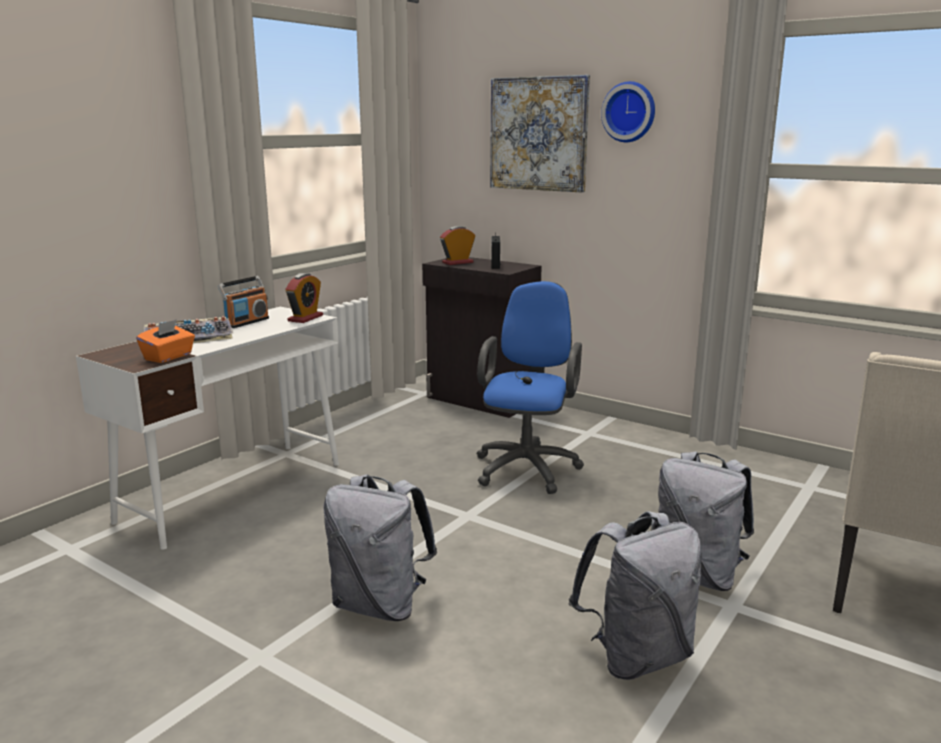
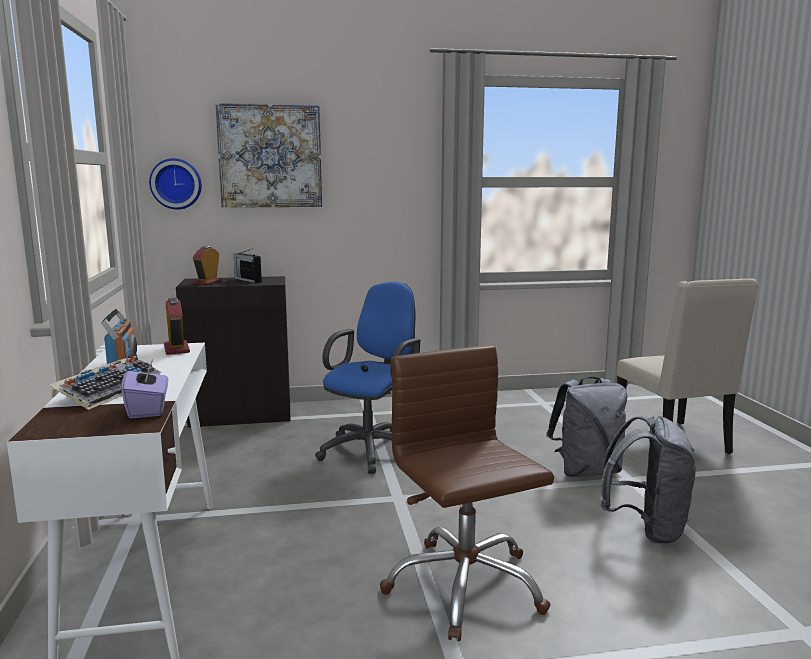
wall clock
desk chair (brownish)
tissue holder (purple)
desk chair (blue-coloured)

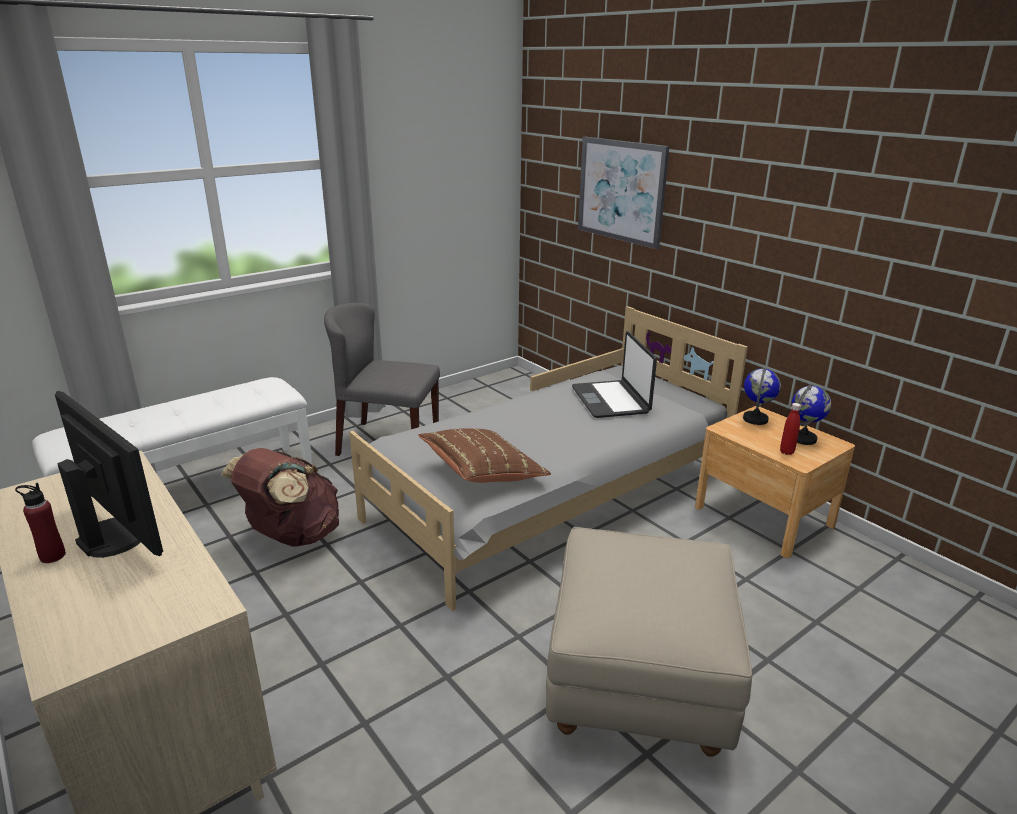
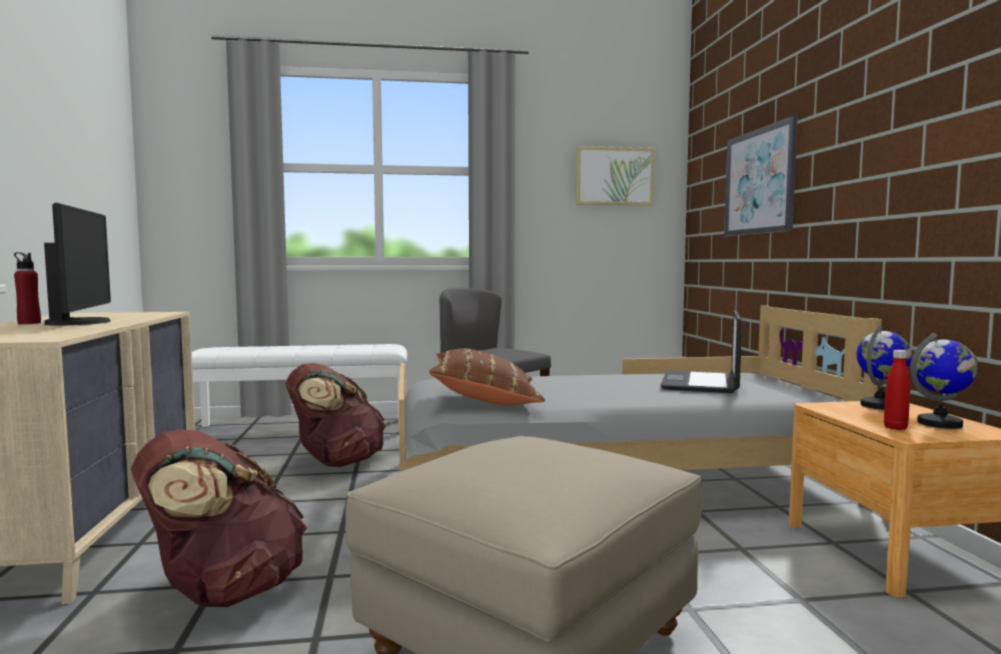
backpack (brownish) (1st from left)
wall art (1st from left)

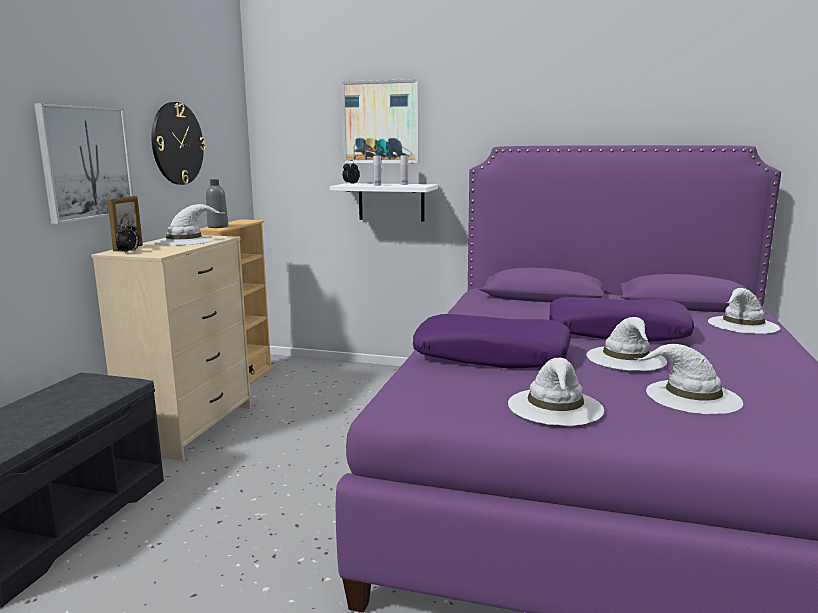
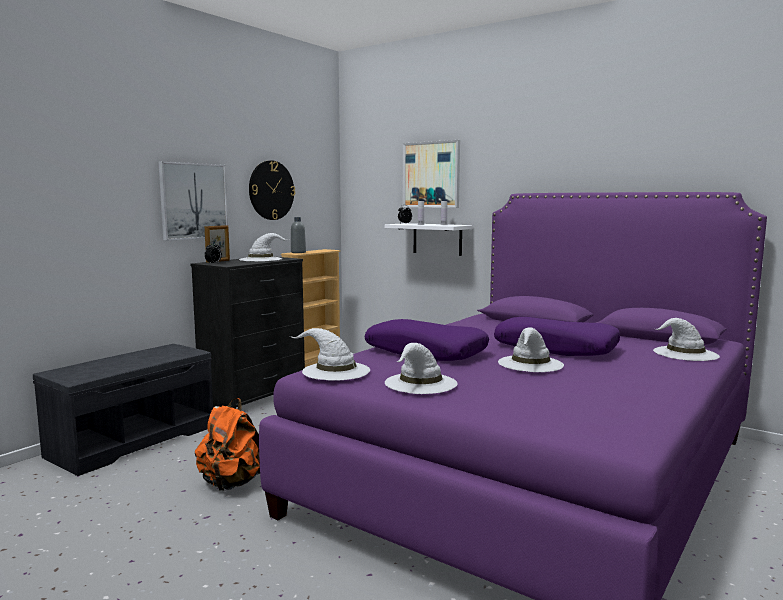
backpack (orangey)
clothing hat (white) (2nd from left)
drawer chest (blackish)

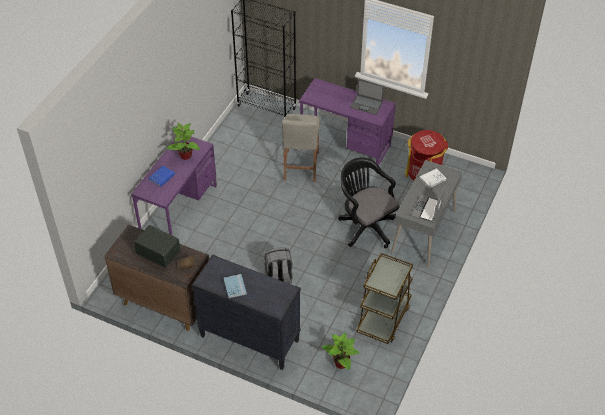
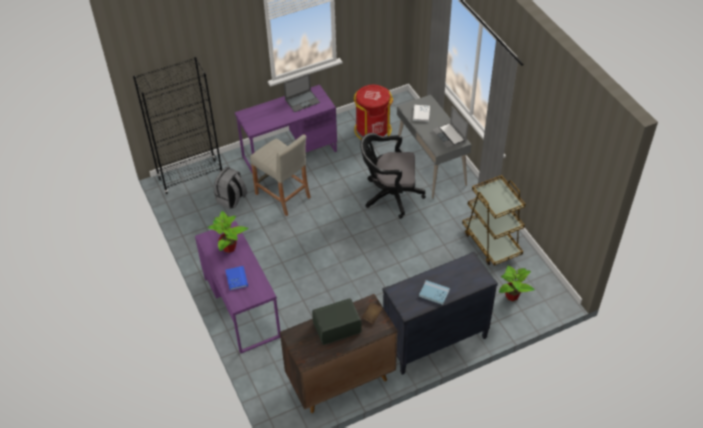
backpack (greyish)

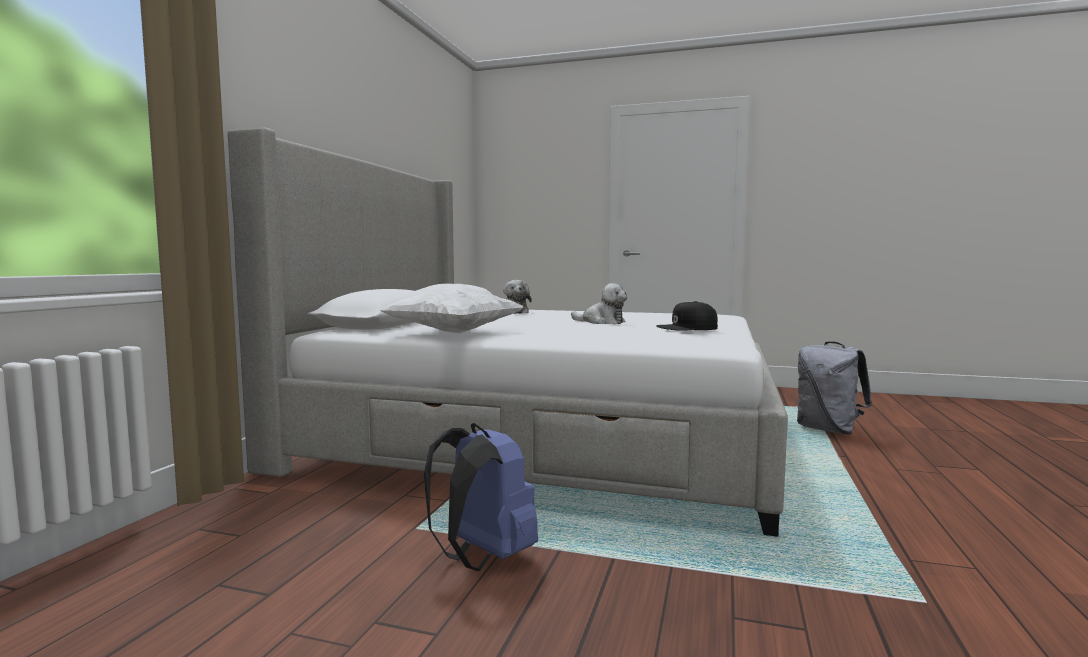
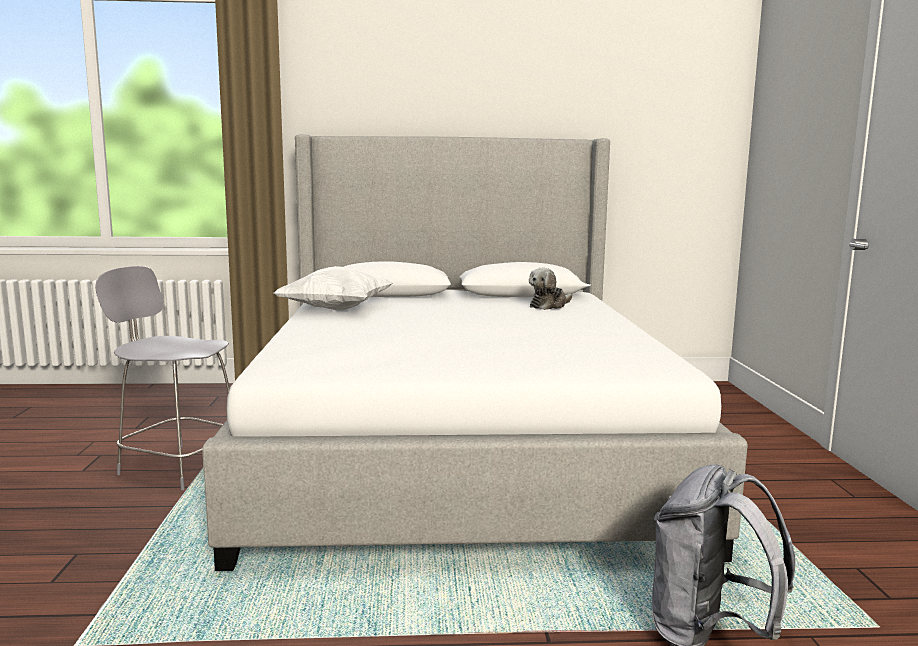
plush toy (2nd from left in the first image)
baseball cap (blackish)
plain chair (greyish)

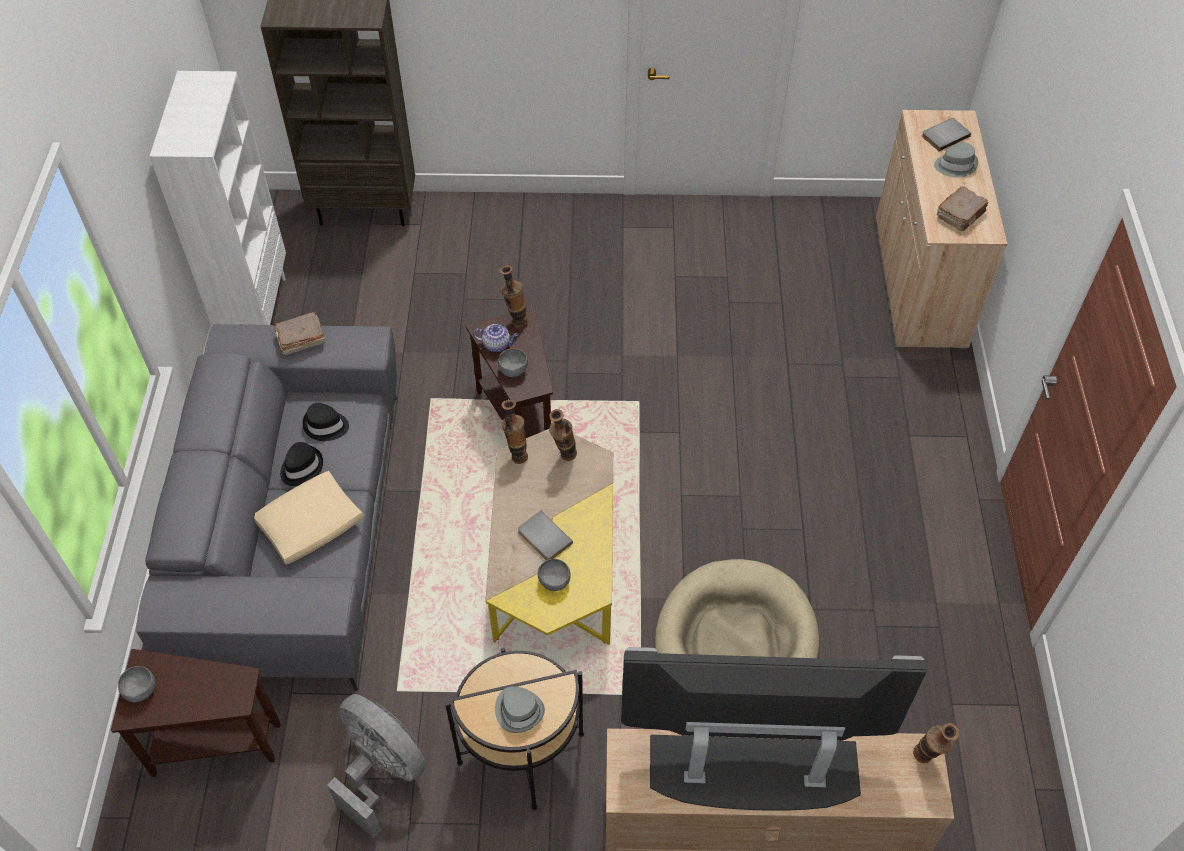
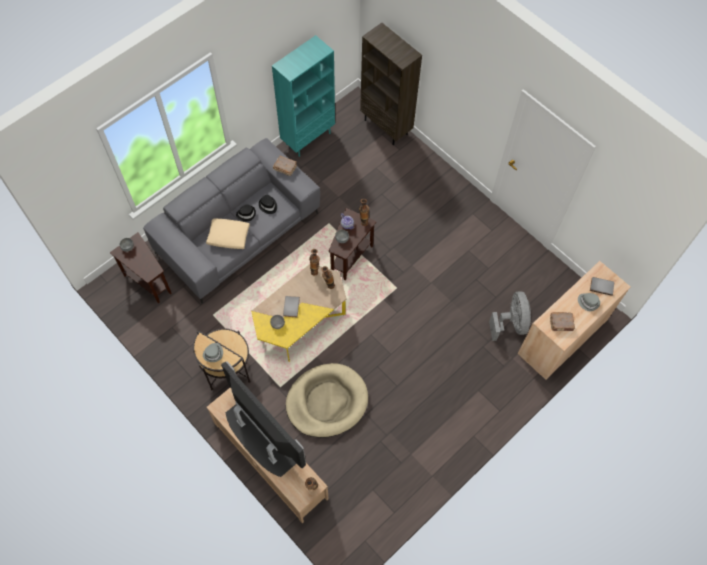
cooling fan (greyish)
bookcase (blue-green)

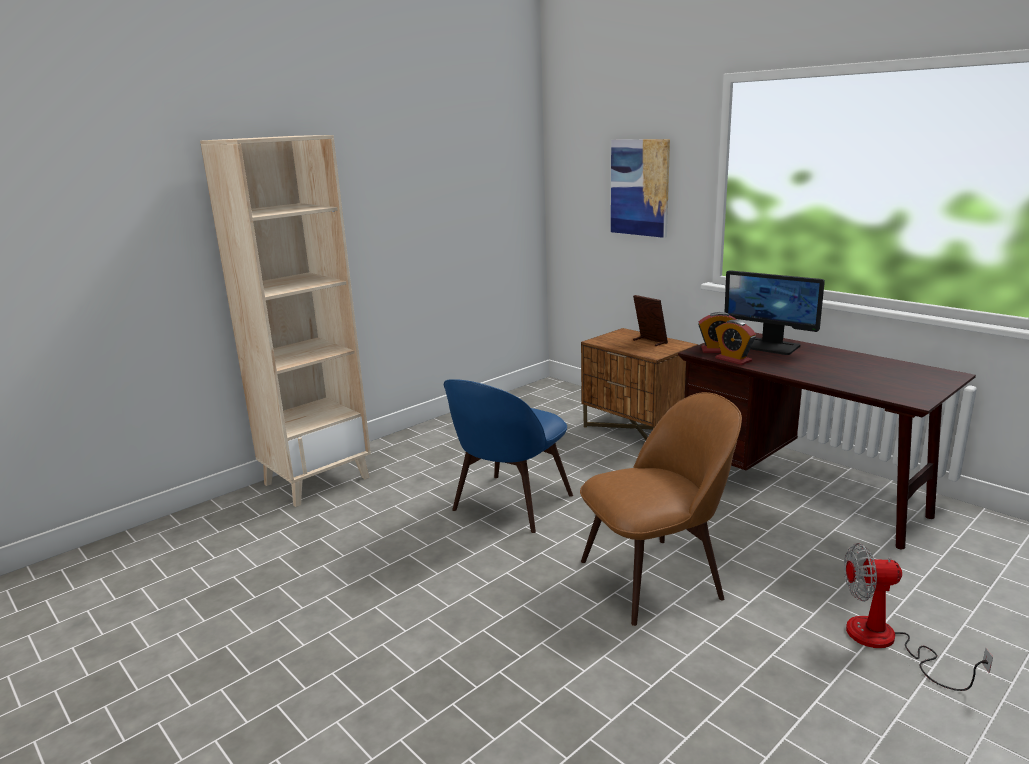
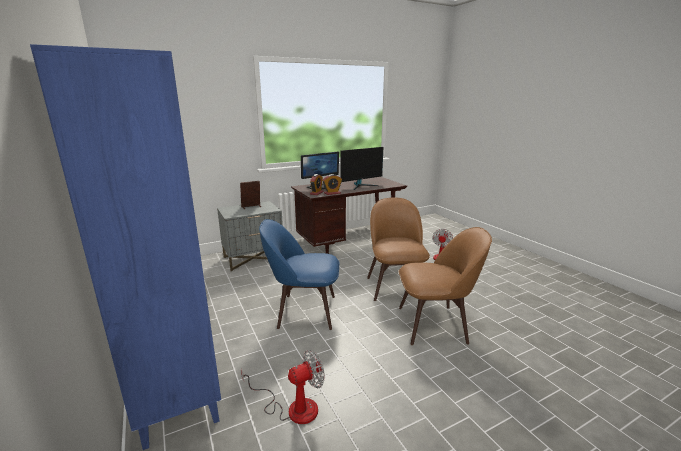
wall art
cooling fan (1st from left)
computer screen (2nd from left)
plain chair (brownish) (2nd from left)
bookcase (blue-coloured)
nightstand (greyish)
plain chair (blue-coloured)

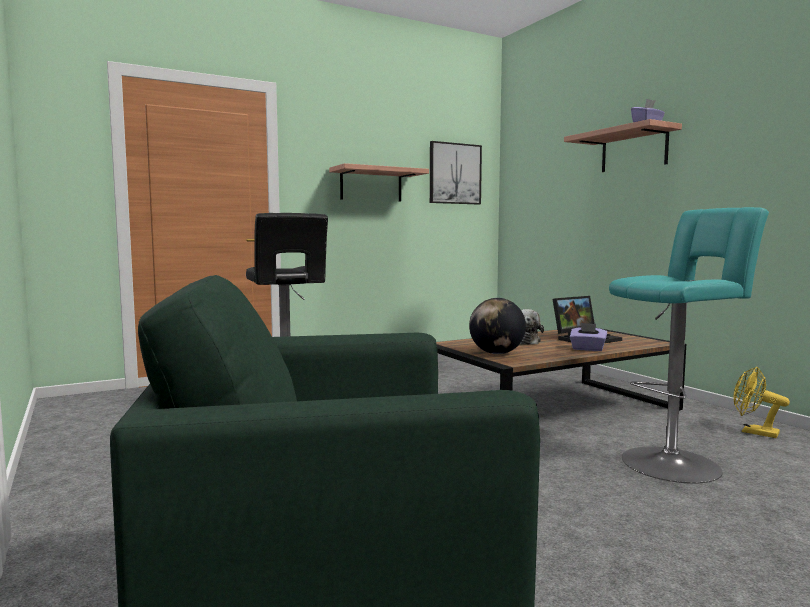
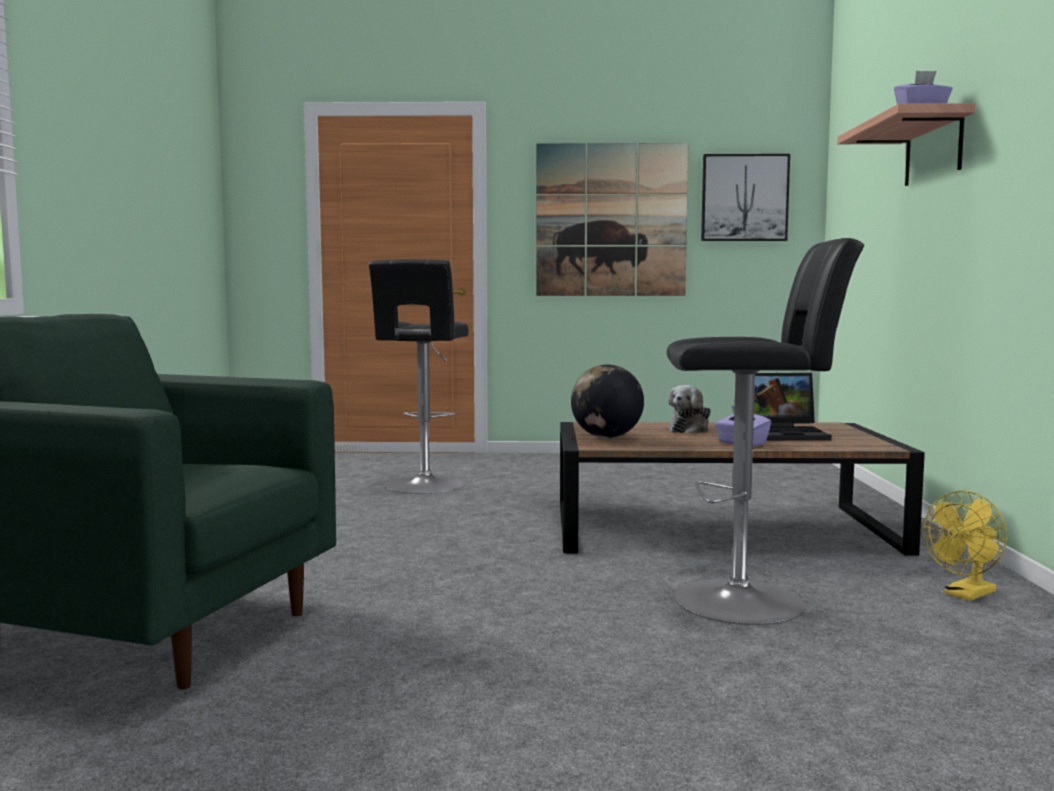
wall art (1st from left)
sitting stool (blackish) (2nd from left)
cooling fan (yellowish)

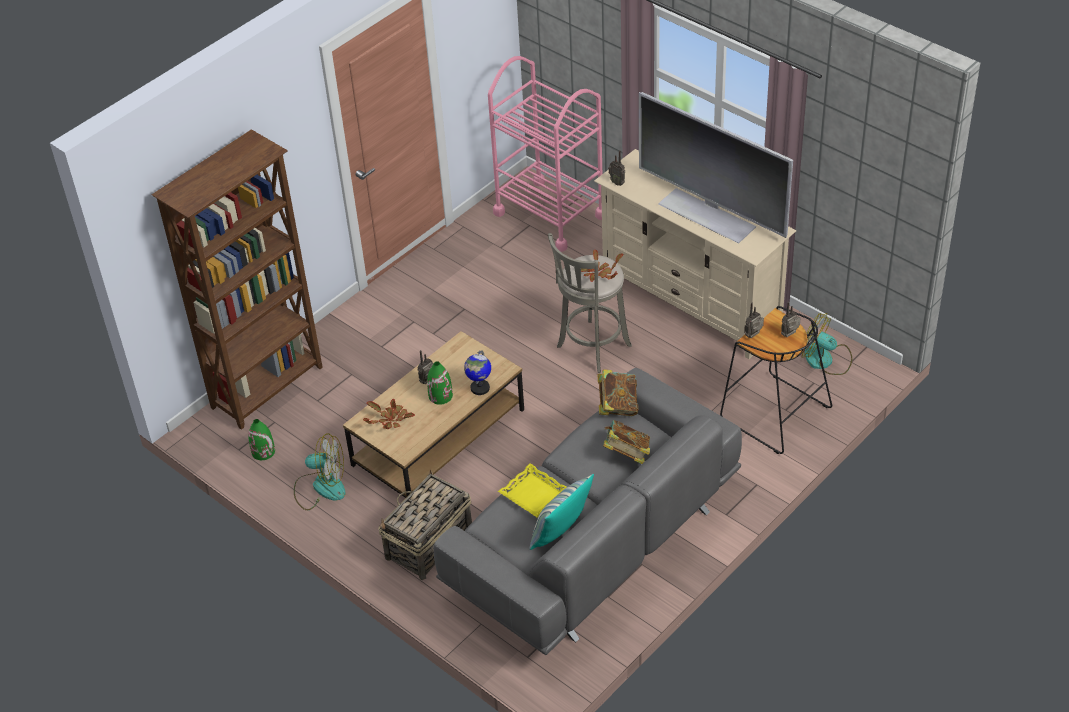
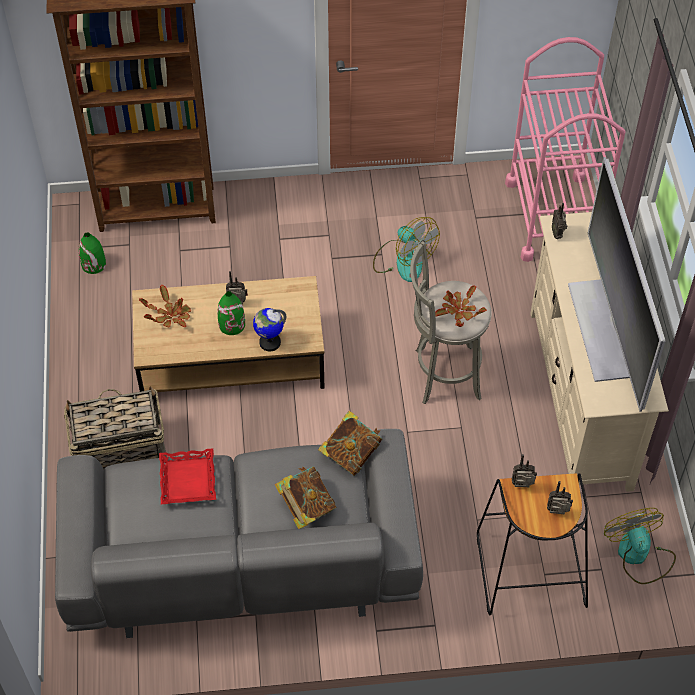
cushion
cooling fan (1st from left)
serving tray (red)

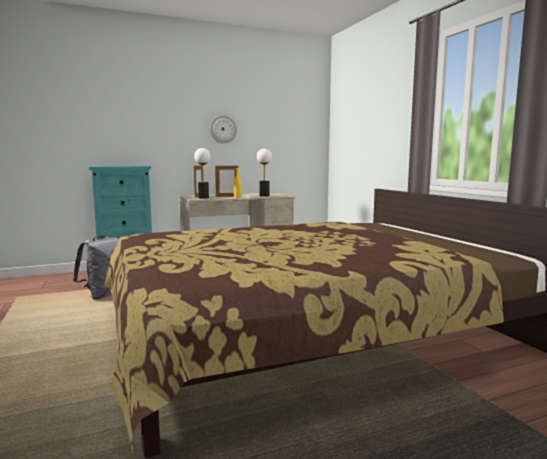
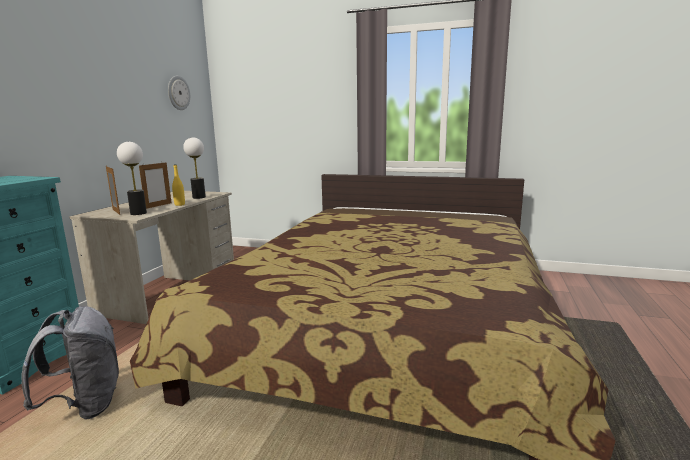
wall clock

